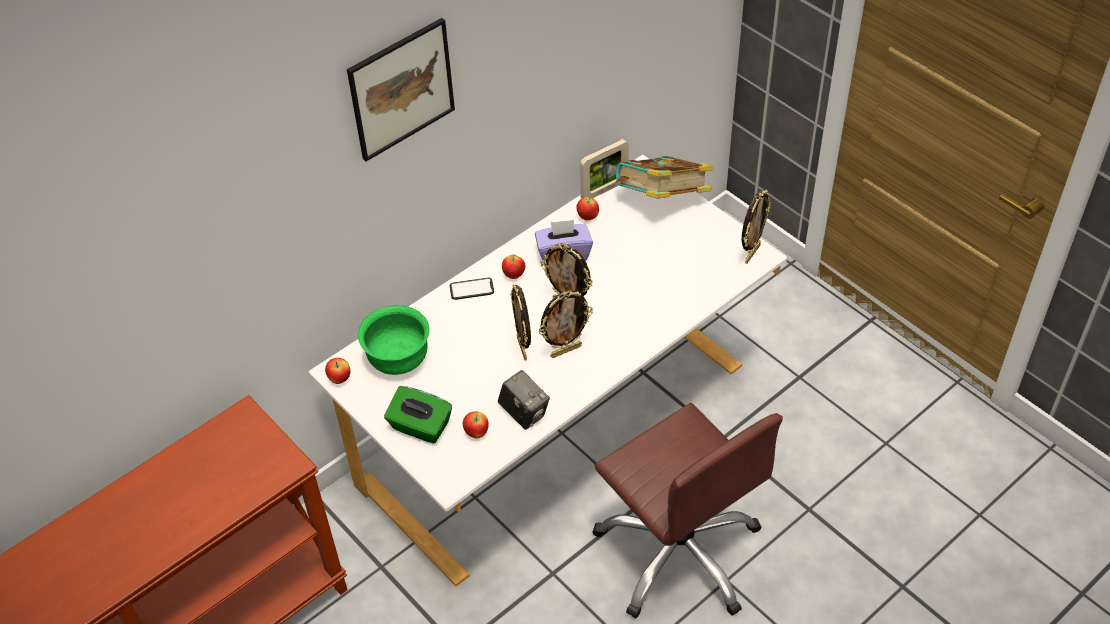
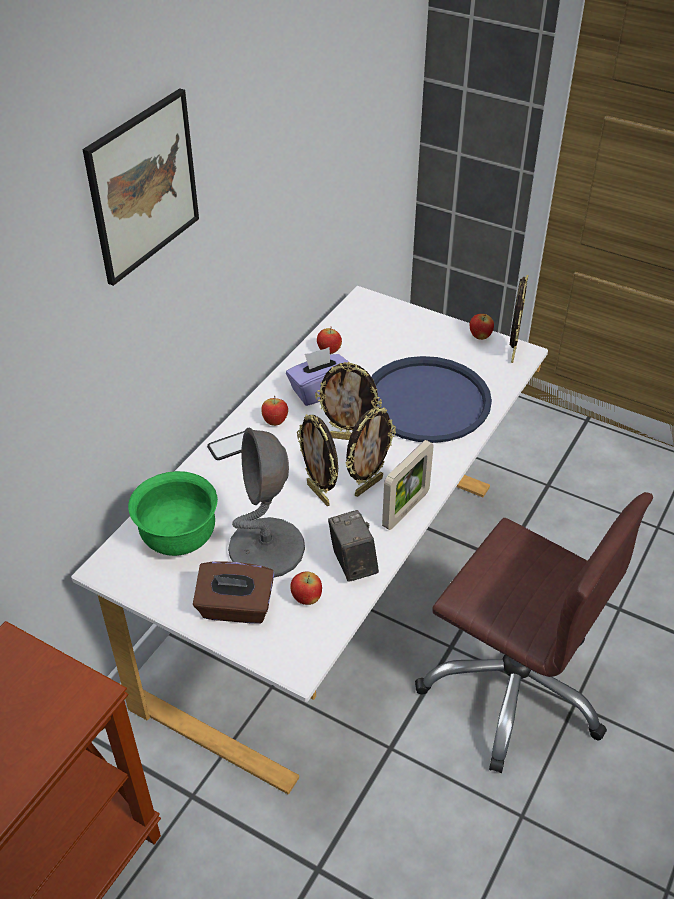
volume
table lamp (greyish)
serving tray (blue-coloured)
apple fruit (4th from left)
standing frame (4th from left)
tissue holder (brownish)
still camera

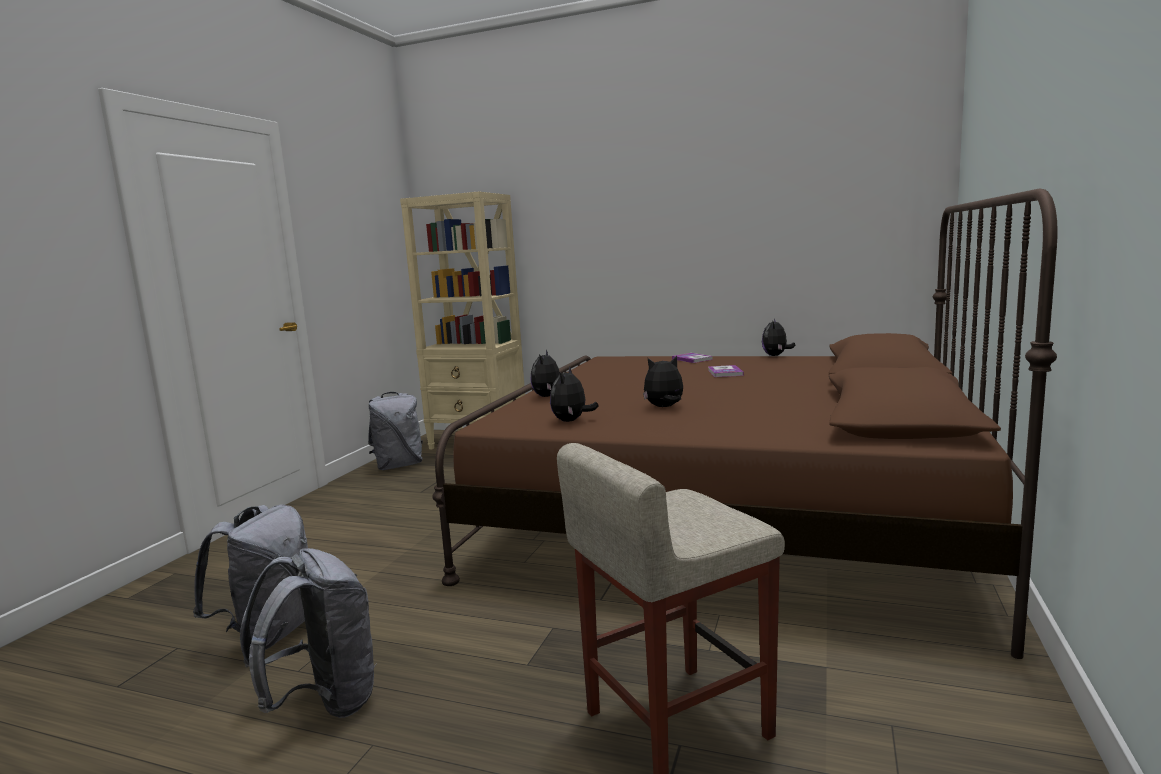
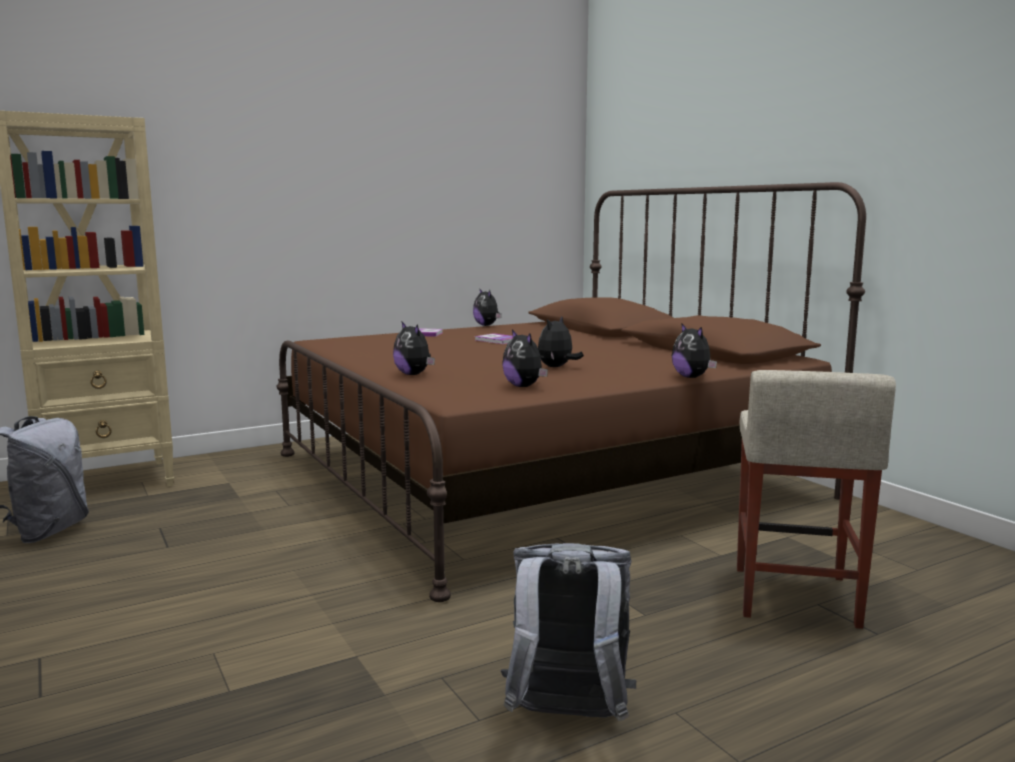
backpack (greyish) (1st from left in the first image)
plush toy (5th from left)

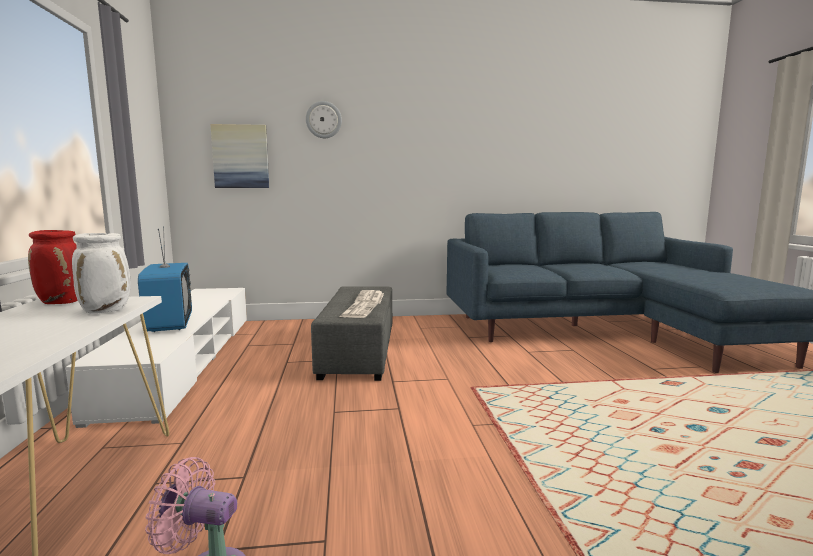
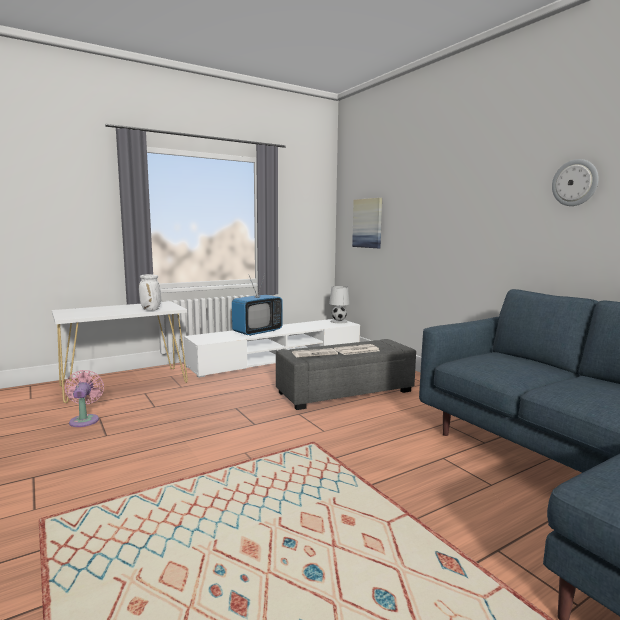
decorative vase (red)
table lamp (white)
wall clock

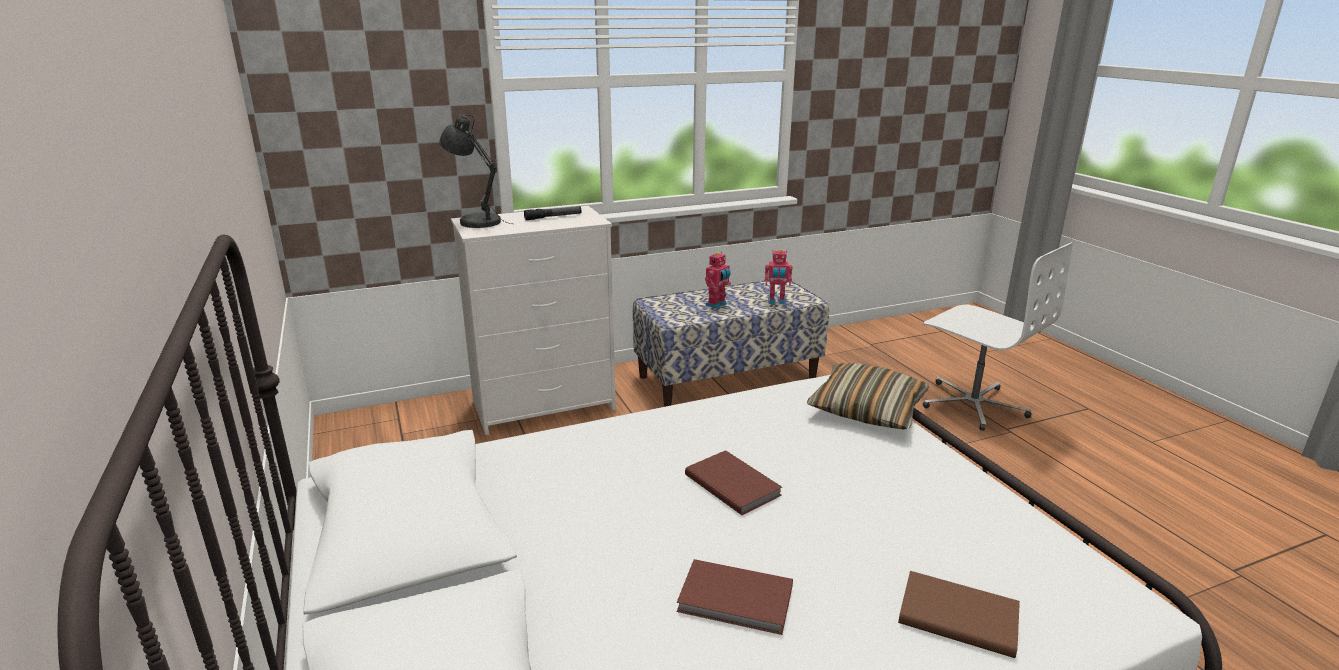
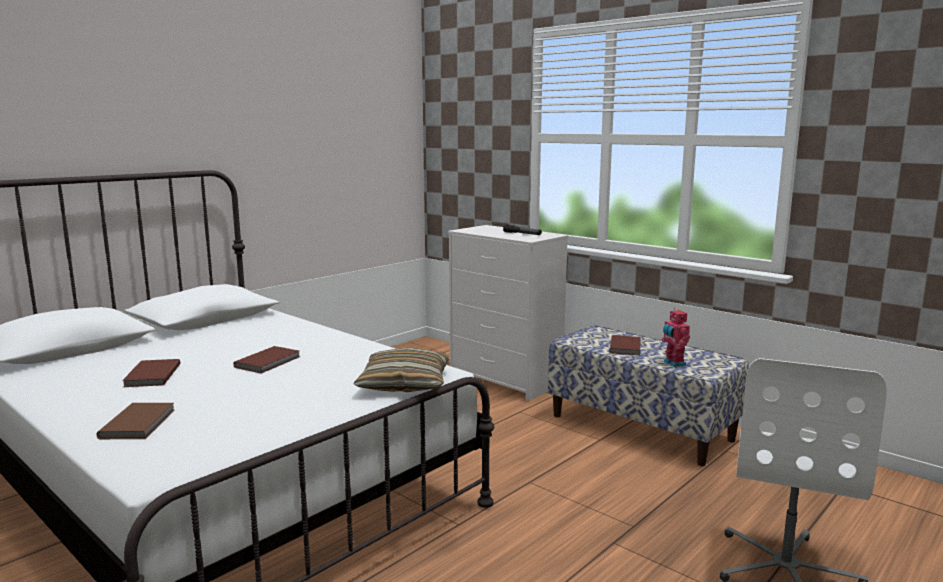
table lamp (greyish)
volume (brownish) (4th from left)

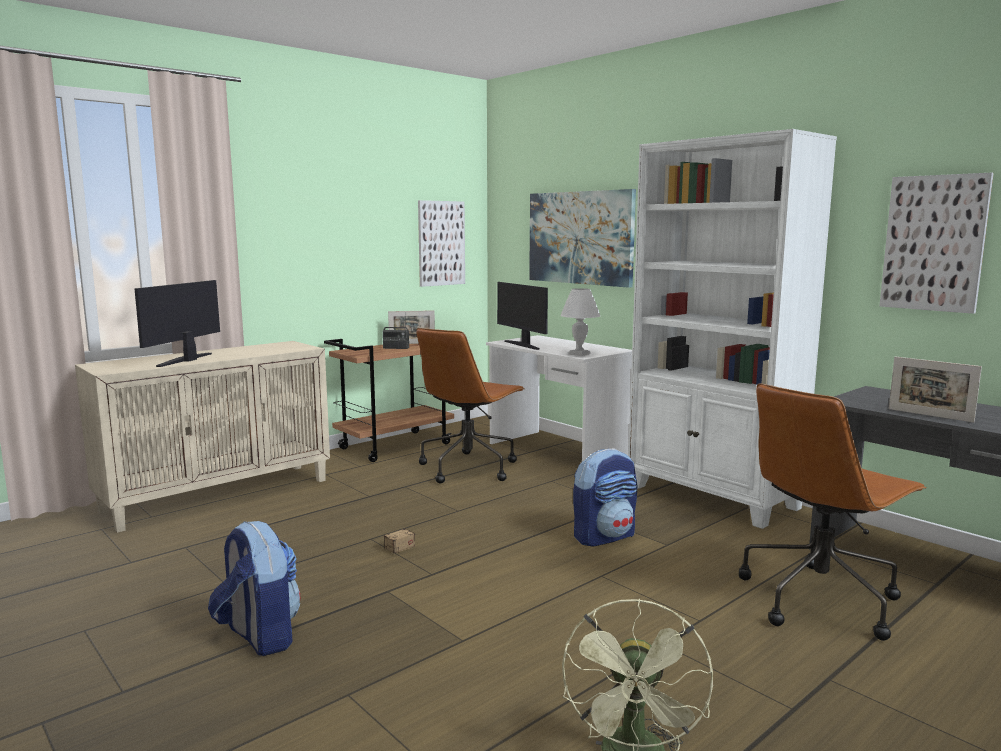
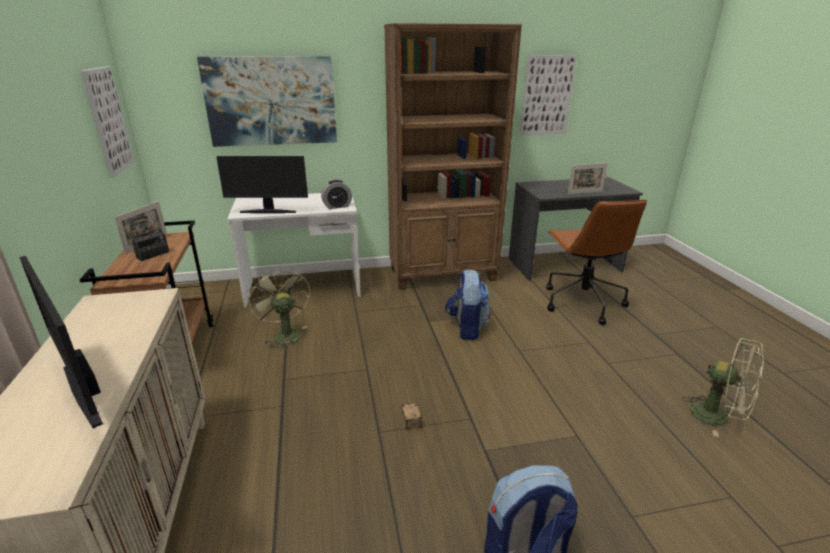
cooling fan (green-coloured) (1st from left)
alarm clock
bookcase (brownish)

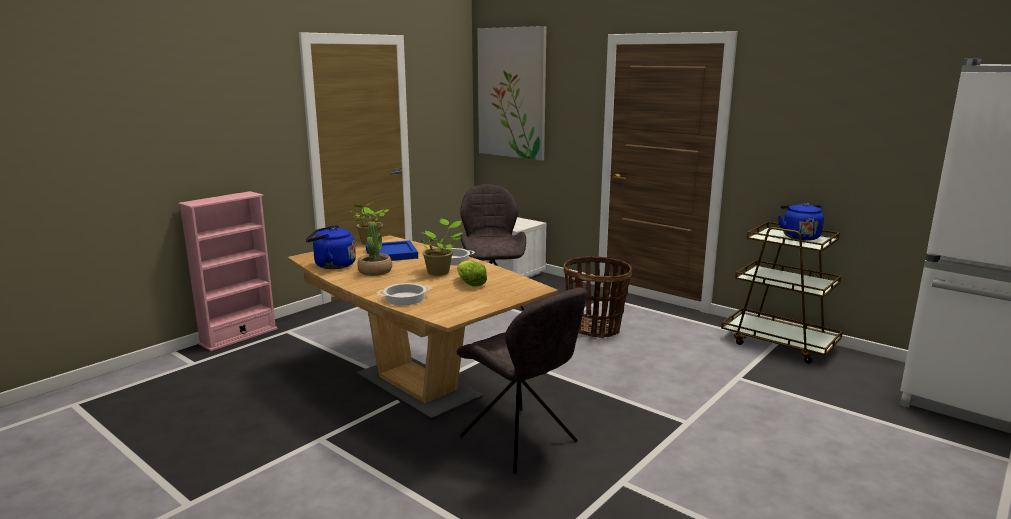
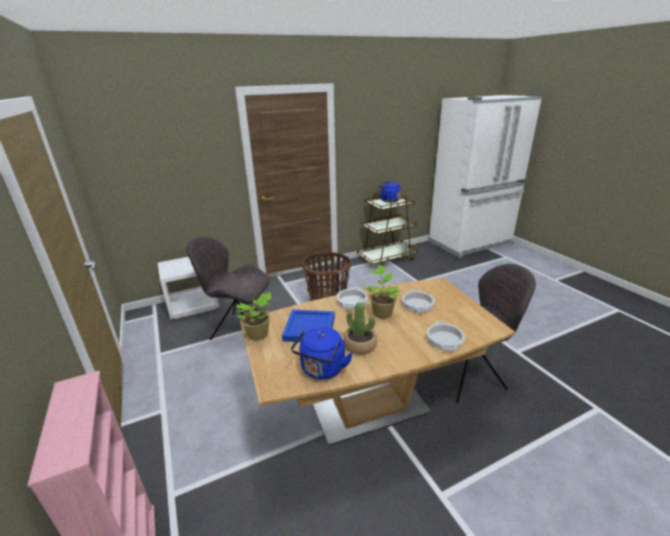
wall art
stockpot (2nd from left)

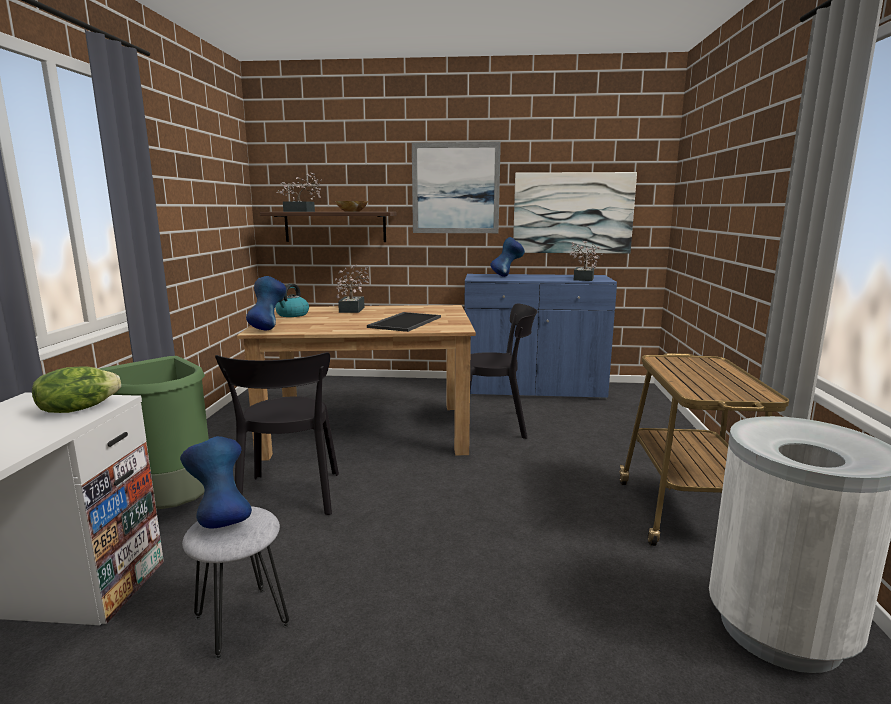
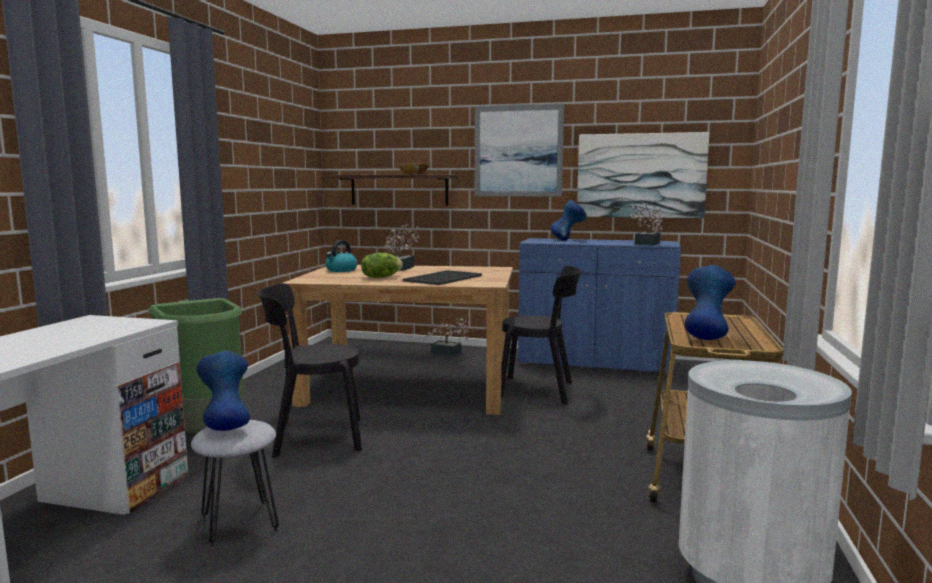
lettuce head
decorative vase (blue-coloured) (3rd from left)
plant in a pot (2nd from left)
plain chair (blackish) (1st from left)

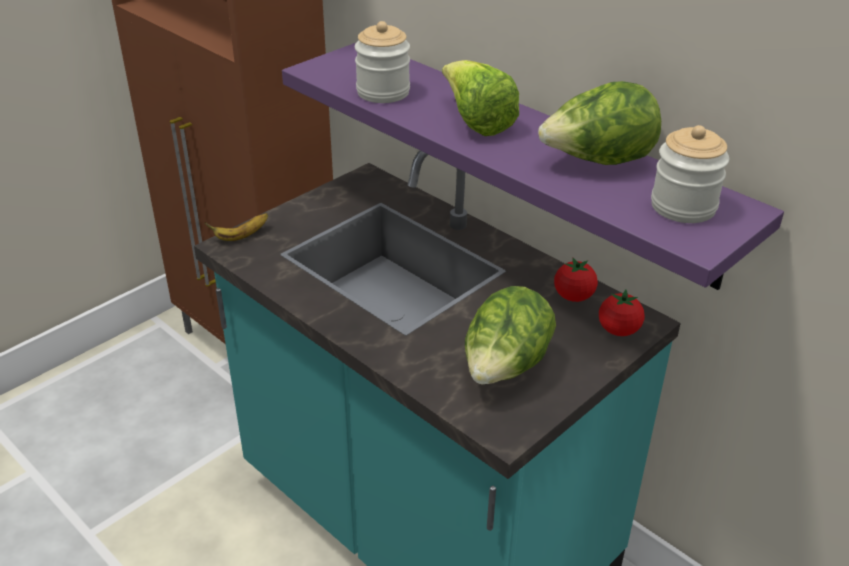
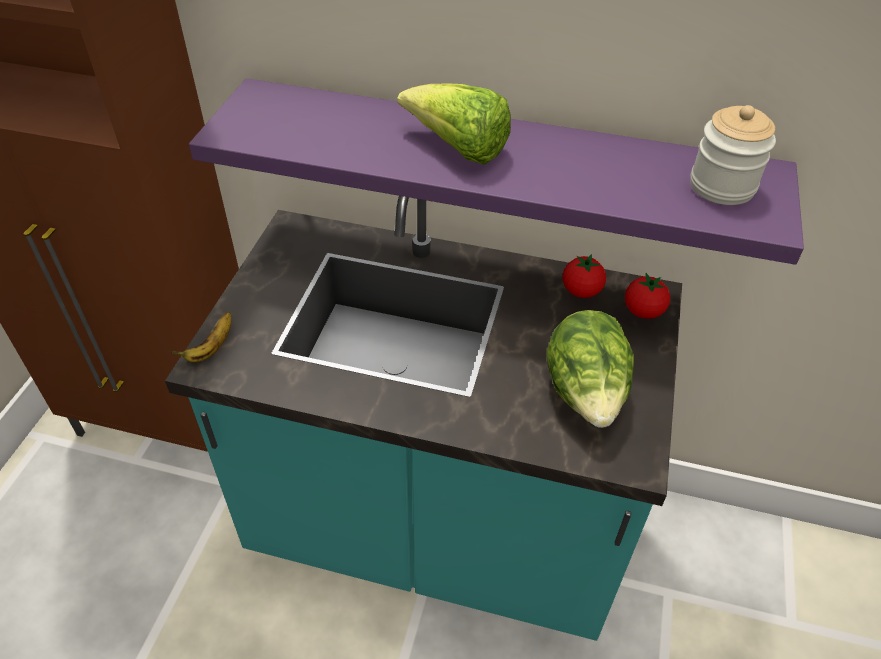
storage jar (1st from left in the first image)
lettuce head (3rd from left in the first image)

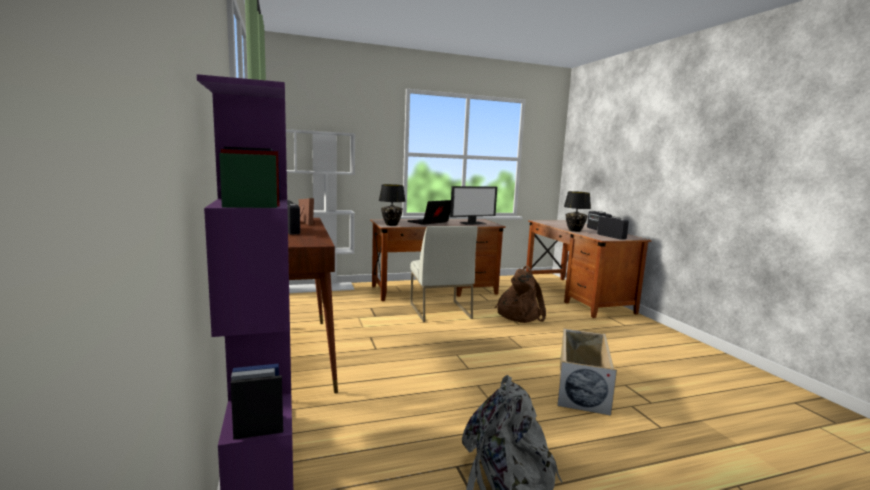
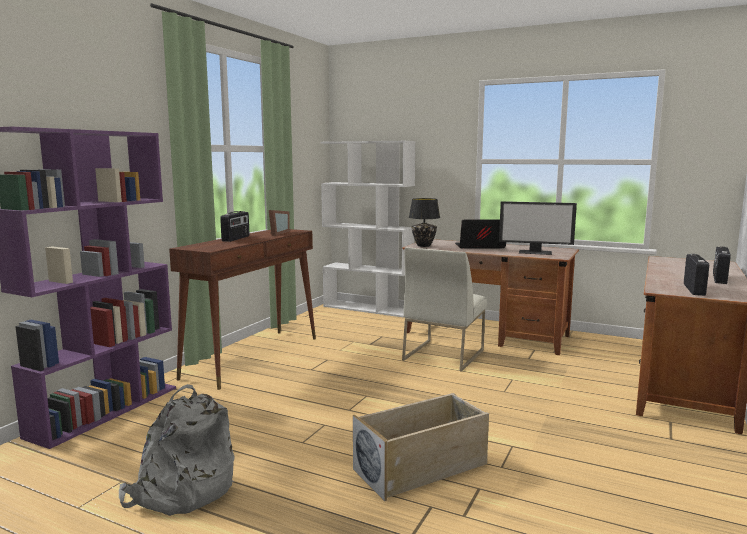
backpack (brownish)
table lamp (blackish) (2nd from left in the first image)

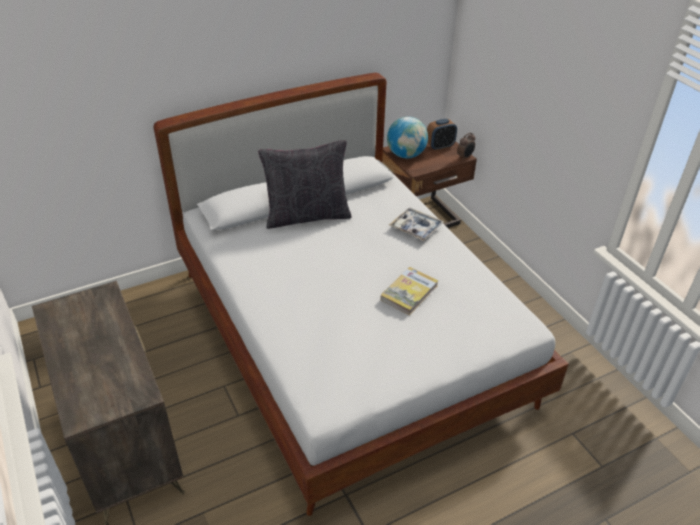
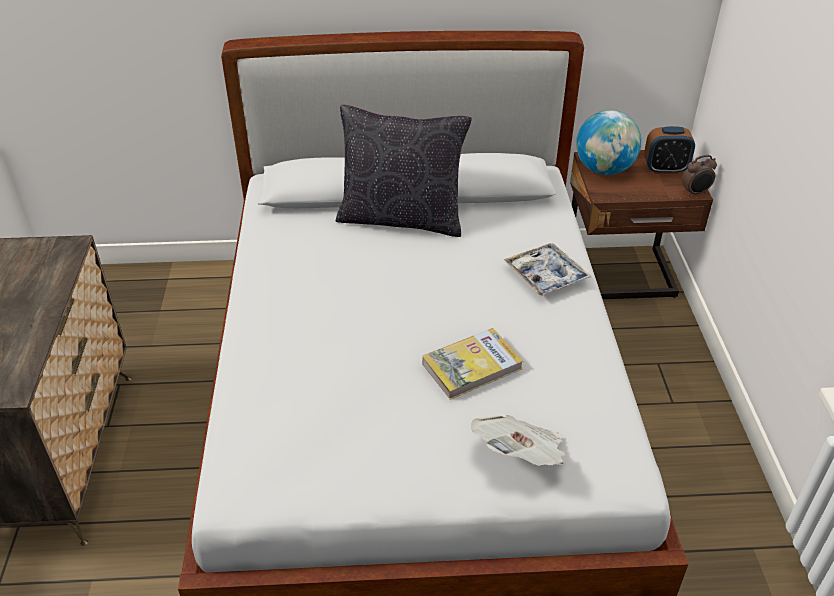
printed paper

